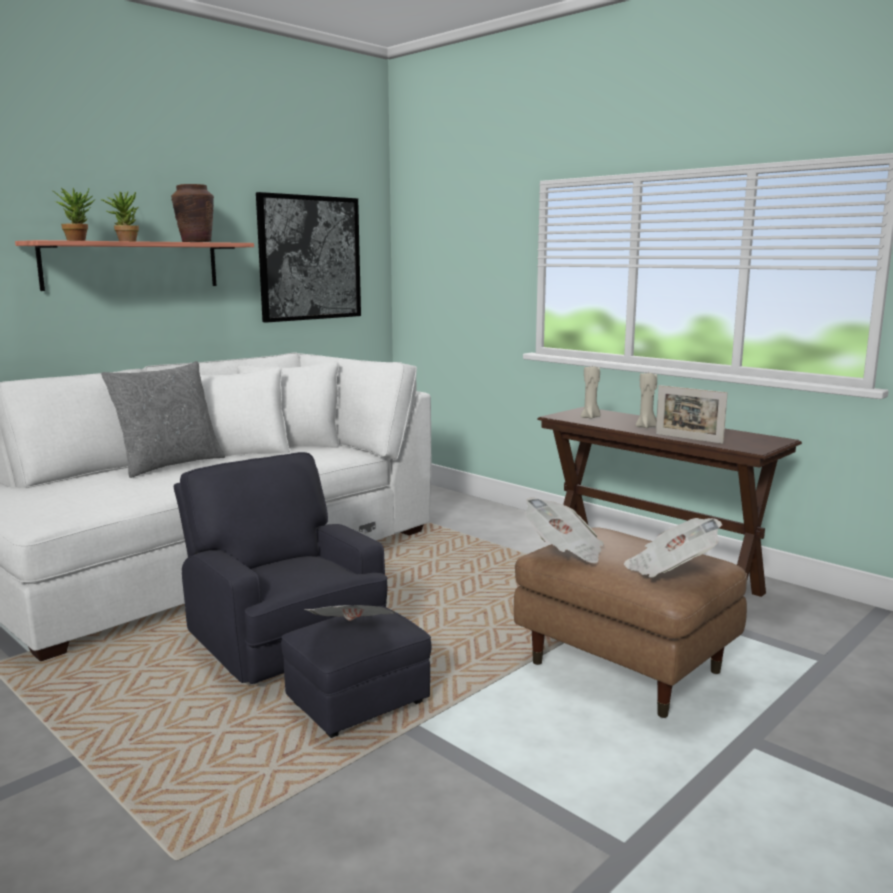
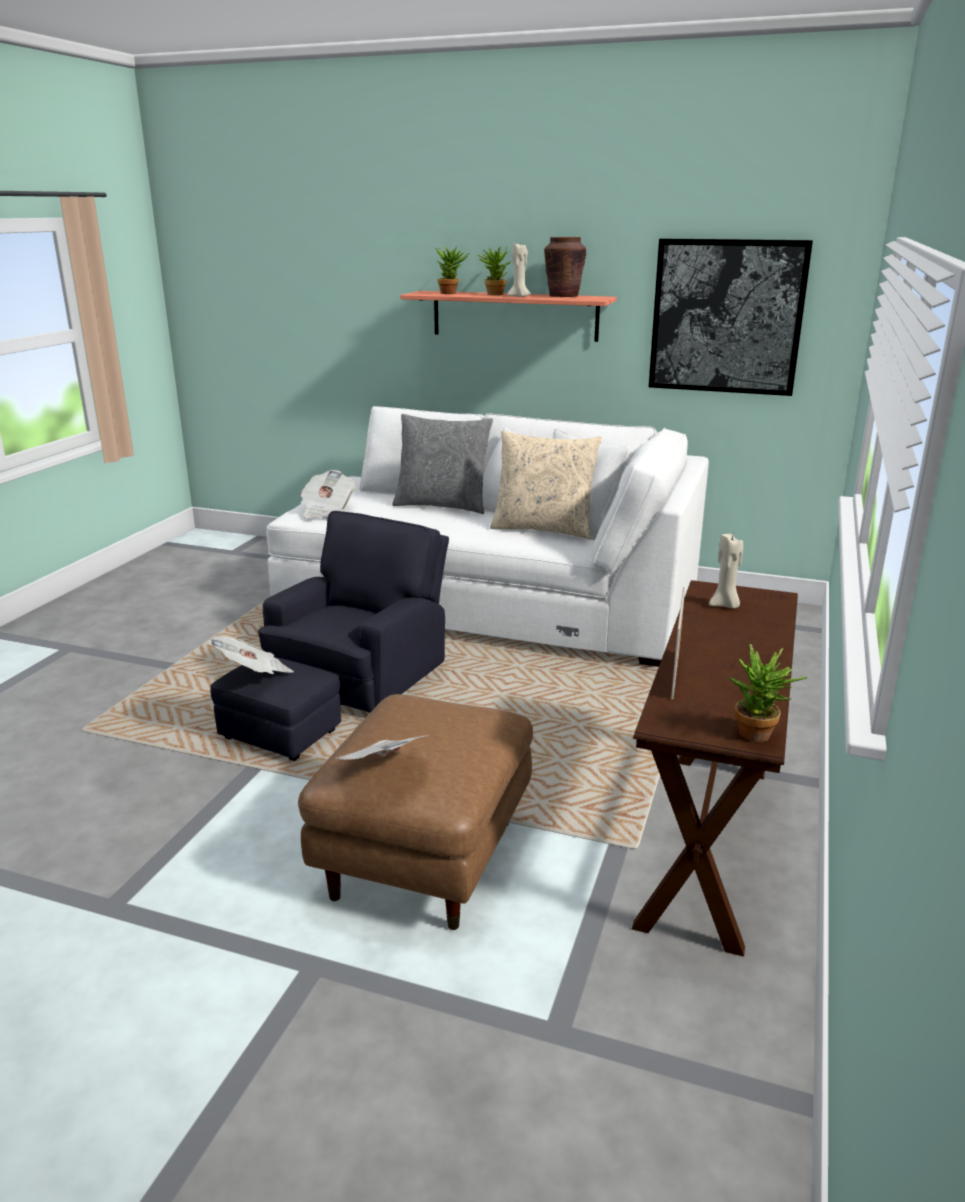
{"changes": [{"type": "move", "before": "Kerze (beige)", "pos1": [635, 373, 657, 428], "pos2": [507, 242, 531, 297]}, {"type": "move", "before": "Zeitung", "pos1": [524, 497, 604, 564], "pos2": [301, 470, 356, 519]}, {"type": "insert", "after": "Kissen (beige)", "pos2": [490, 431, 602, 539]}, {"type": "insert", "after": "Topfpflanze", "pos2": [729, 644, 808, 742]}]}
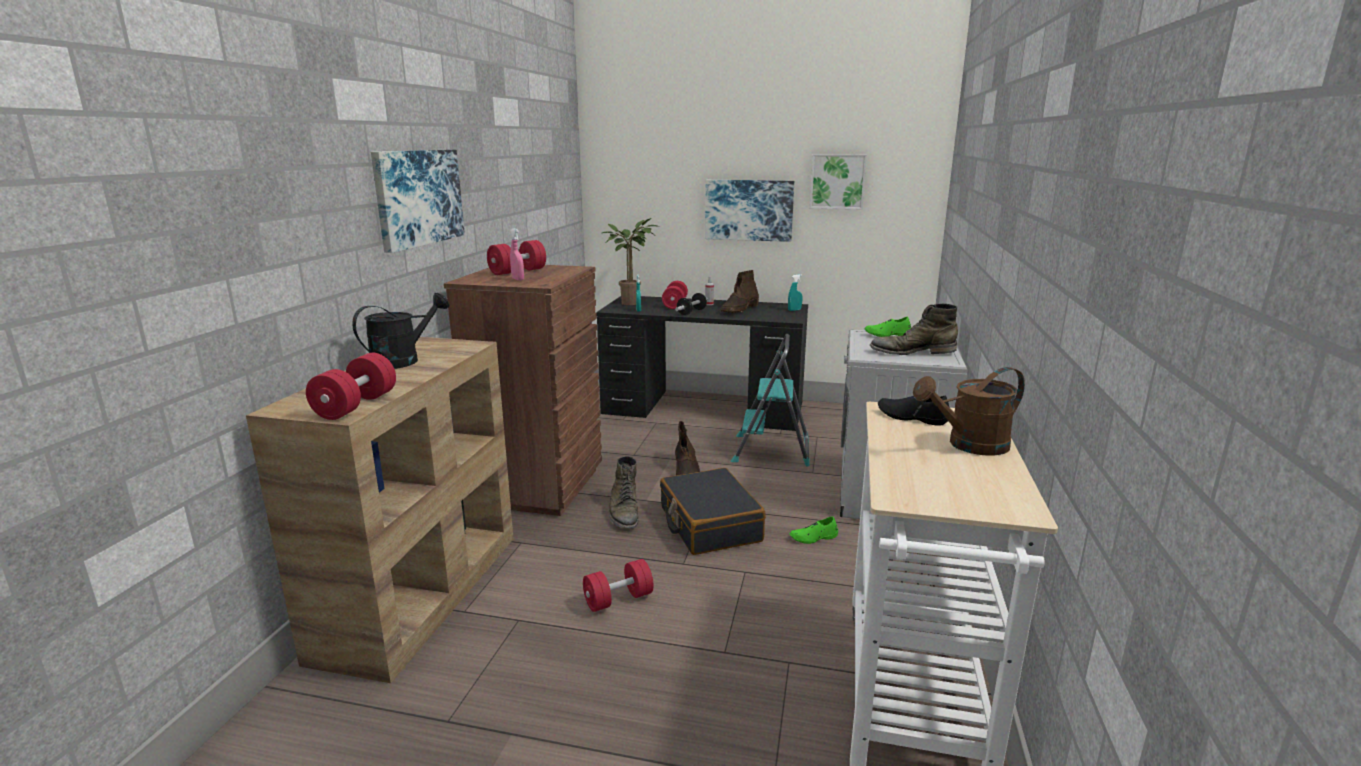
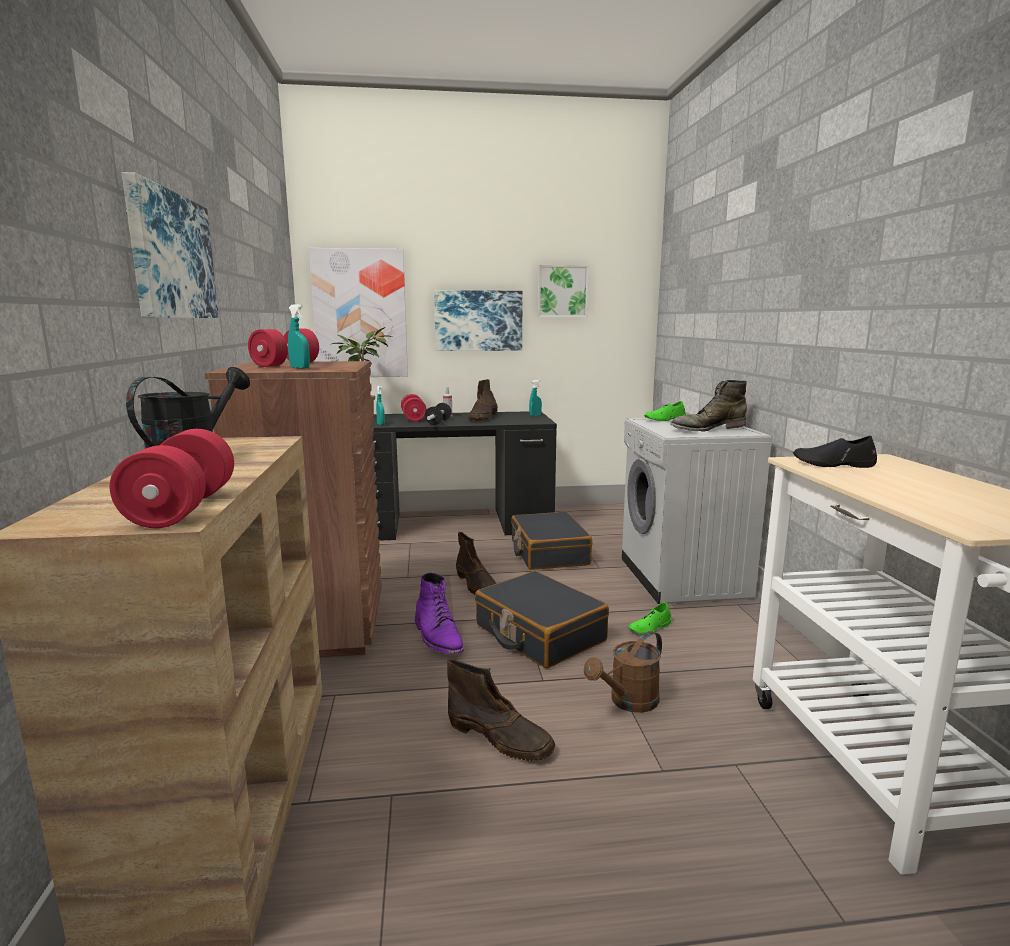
{"changes": [{"type": "recolor", "before": "Sprühflasche (rosa)", "after": "Sprühflasche (türkis)", "pos1": [510, 228, 524, 281], "pos2": [288, 304, 310, 369]}, {"type": "replace", "before": "Trittleiter (türkis)", "after": "Koffer (schwarz)", "pos1": [731, 334, 810, 467], "pos2": [511, 512, 592, 570]}, {"type": "move", "before": "Gießkanne (braun)", "pos1": [913, 367, 1025, 456], "pos2": [584, 631, 662, 713]}, {"type": "recolor", "before": "Stiefel (grün)", "after": "Stiefel (lila)", "pos1": [609, 456, 638, 528], "pos2": [415, 572, 464, 654]}, {"type": "replace", "before": "Hantel (rot)", "after": "Stiefel (braun)", "pos1": [583, 559, 654, 612], "pos2": [447, 659, 555, 761]}, {"type": "insert", "after": "Bild", "pos2": [309, 248, 408, 377]}]}
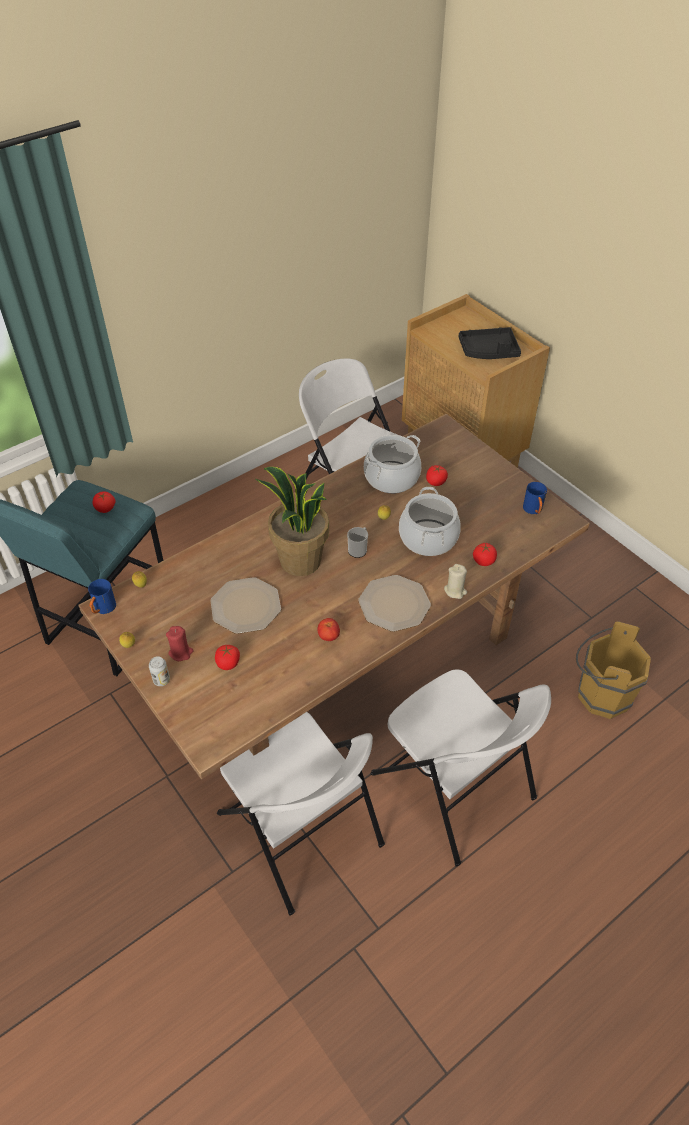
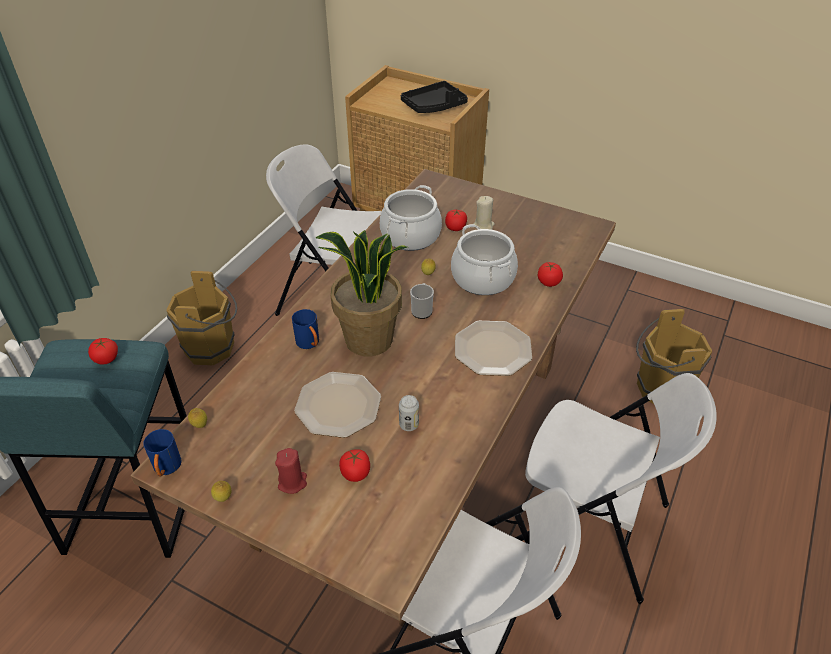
{"changes": [{"type": "move", "before": "Henkelbecher (blau)", "pos1": [523, 482, 547, 514], "pos2": [292, 309, 319, 349]}, {"type": "move", "before": "Kerze (beige)", "pos1": [444, 564, 467, 599], "pos2": [474, 196, 495, 230]}, {"type": "delete", "before": "Tomate", "pos1": [317, 618, 340, 641]}, {"type": "move", "before": "Dose", "pos1": [149, 656, 170, 686], "pos2": [399, 395, 419, 431]}, {"type": "insert", "after": "Eimer (braun)", "pos2": [167, 271, 237, 365]}]}
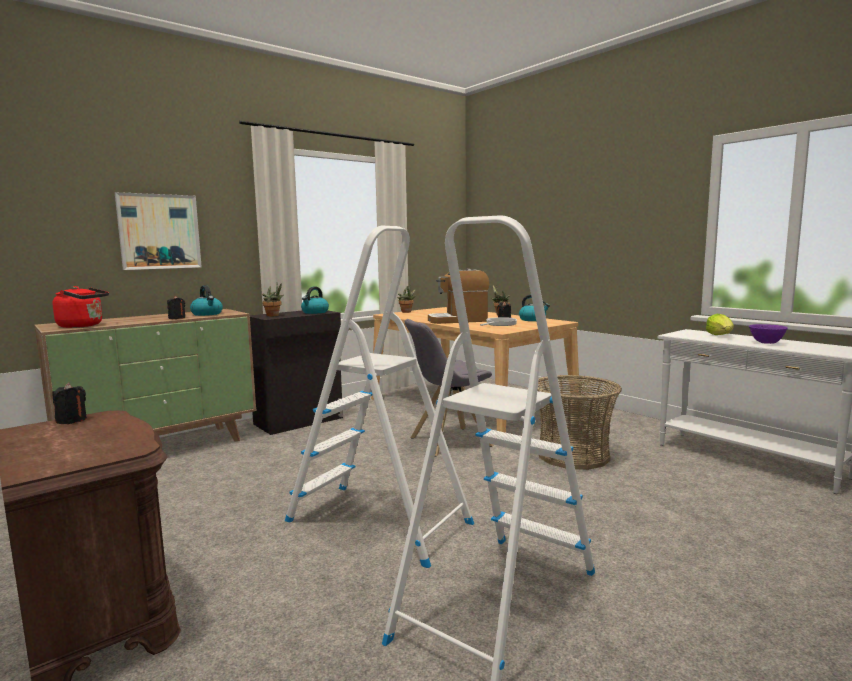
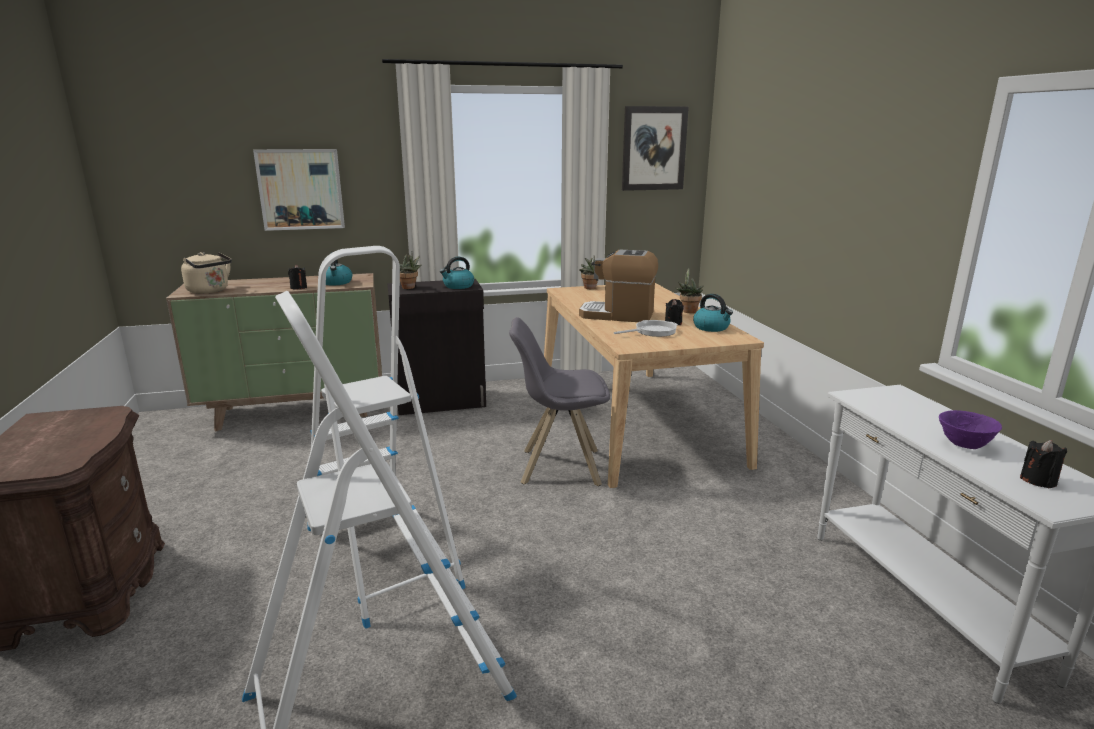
{"changes": [{"type": "recolor", "before": "Wasserkessel (rot)", "after": "Wasserkessel (beige)", "pos1": [52, 286, 109, 328], "pos2": [181, 252, 232, 294]}, {"type": "delete", "before": "Salatkopf", "pos1": [706, 314, 734, 335]}, {"type": "delete", "before": "Korb", "pos1": [537, 375, 622, 470]}, {"type": "move", "before": "Kerze (schwarz)", "pos1": [52, 383, 87, 424], "pos2": [1020, 440, 1067, 488]}, {"type": "insert", "after": "Bild", "pos2": [622, 106, 689, 191]}]}
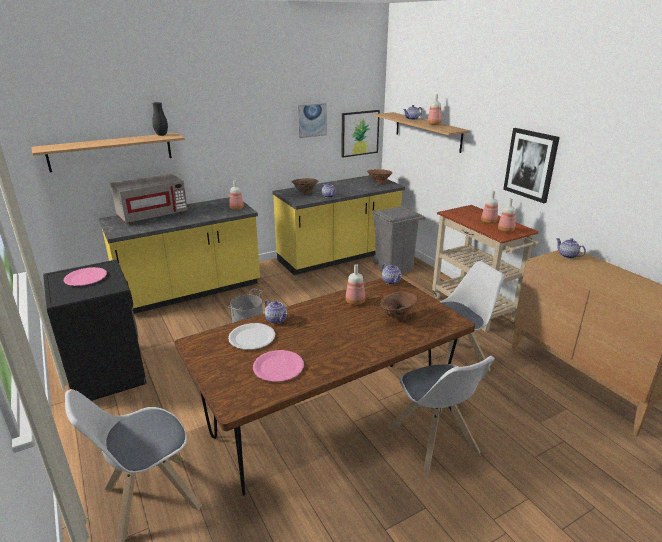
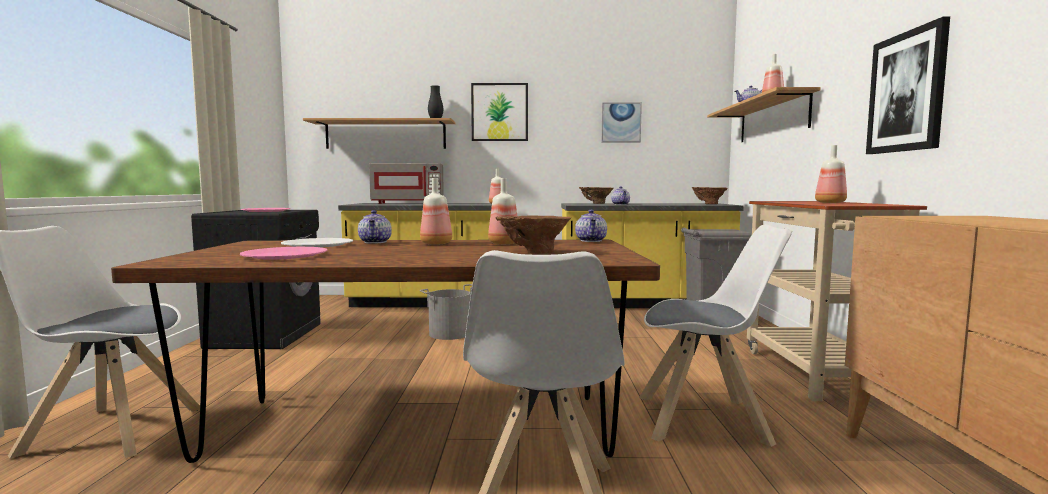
{"changes": [{"type": "move", "before": "Bild", "pos1": [341, 110, 380, 157], "pos2": [471, 83, 528, 141]}, {"type": "move", "before": "Flasche", "pos1": [498, 198, 516, 232], "pos2": [420, 178, 452, 245]}, {"type": "delete", "before": "Teekanne", "pos1": [556, 238, 586, 259]}]}
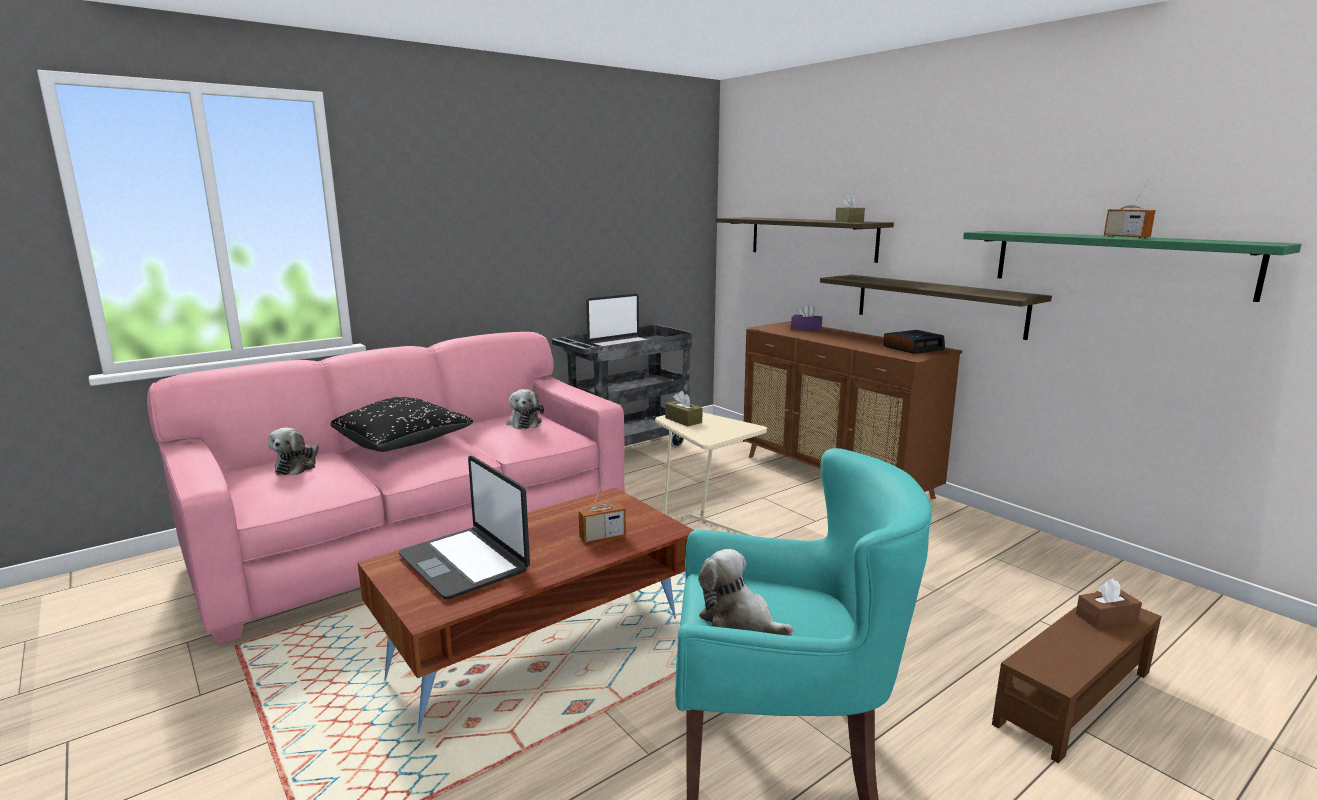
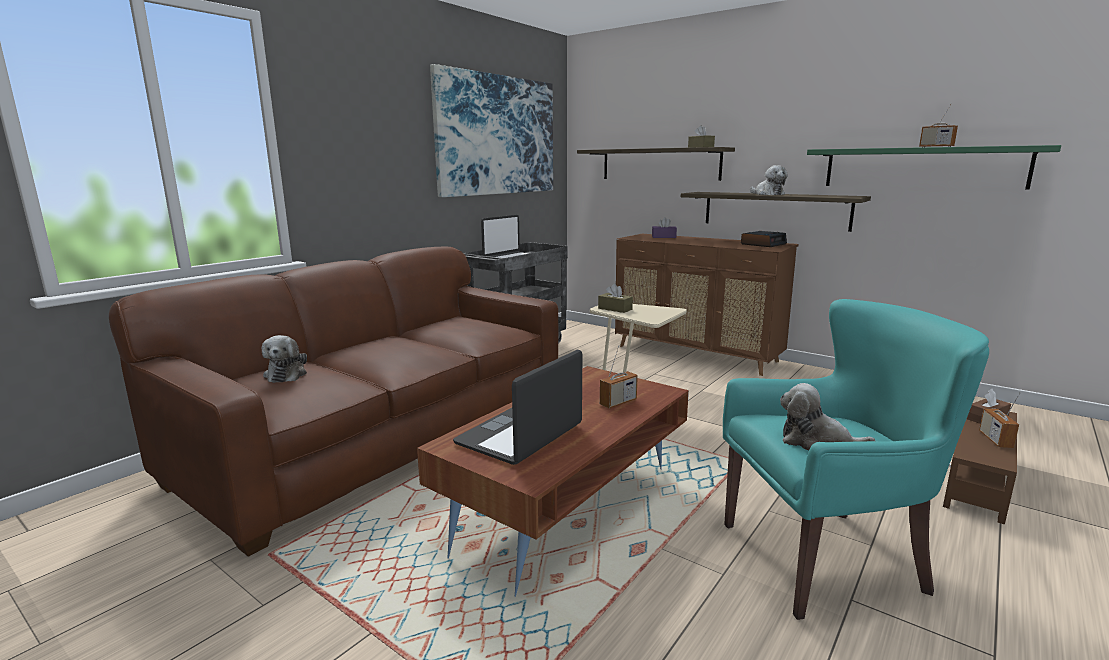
{"changes": [{"type": "recolor", "before": "Sofa (rosa)", "after": "Sofa (braun)", "pos1": [147, 332, 625, 645], "pos2": [109, 246, 558, 557]}, {"type": "move", "before": "Plüschtier", "pos1": [507, 389, 544, 429], "pos2": [750, 165, 788, 195]}, {"type": "delete", "before": "Kissen (schwarz)", "pos1": [331, 397, 473, 452]}, {"type": "rotate", "before": "Laptop", "pos1": [399, 456, 530, 599], "pos2": [453, 350, 582, 465], "turn": 90}, {"type": "insert", "after": "Bild", "pos2": [430, 64, 553, 197]}, {"type": "insert", "after": "Radio", "pos2": [979, 392, 1021, 448]}]}
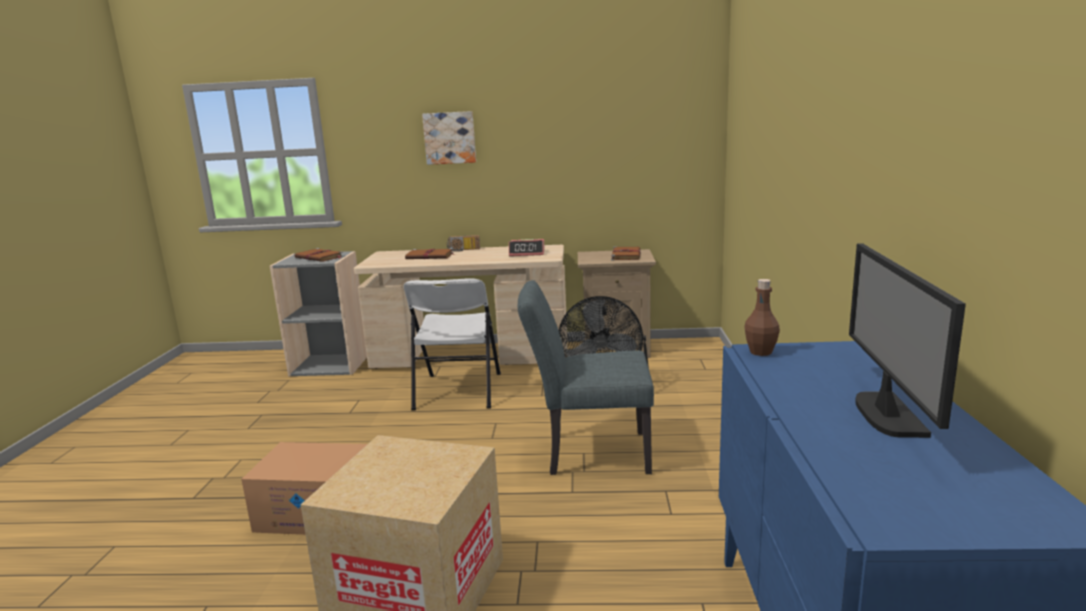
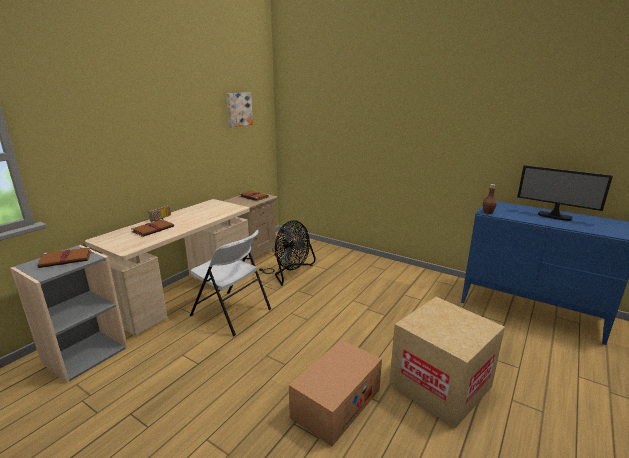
{"changes": [{"type": "move", "before": "Bild", "pos1": [422, 111, 476, 165], "pos2": [226, 93, 253, 127]}, {"type": "delete", "before": "Wecker", "pos1": [509, 239, 545, 256]}, {"type": "delete", "before": "Stuhl (grau)", "pos1": [518, 280, 654, 475]}]}
